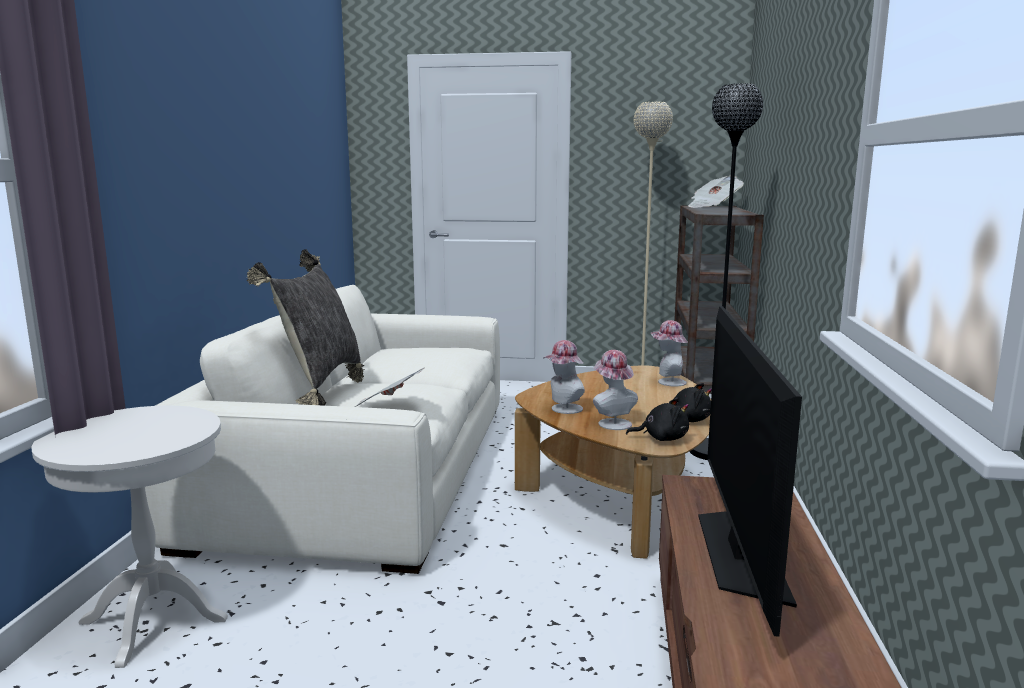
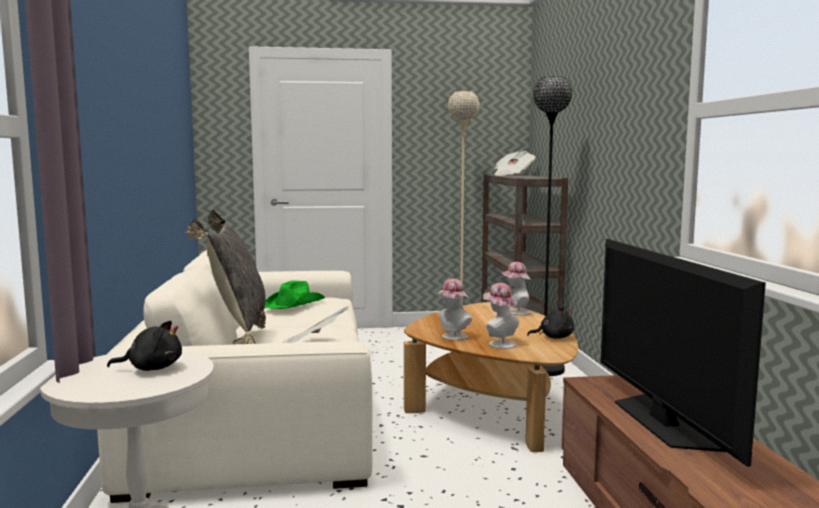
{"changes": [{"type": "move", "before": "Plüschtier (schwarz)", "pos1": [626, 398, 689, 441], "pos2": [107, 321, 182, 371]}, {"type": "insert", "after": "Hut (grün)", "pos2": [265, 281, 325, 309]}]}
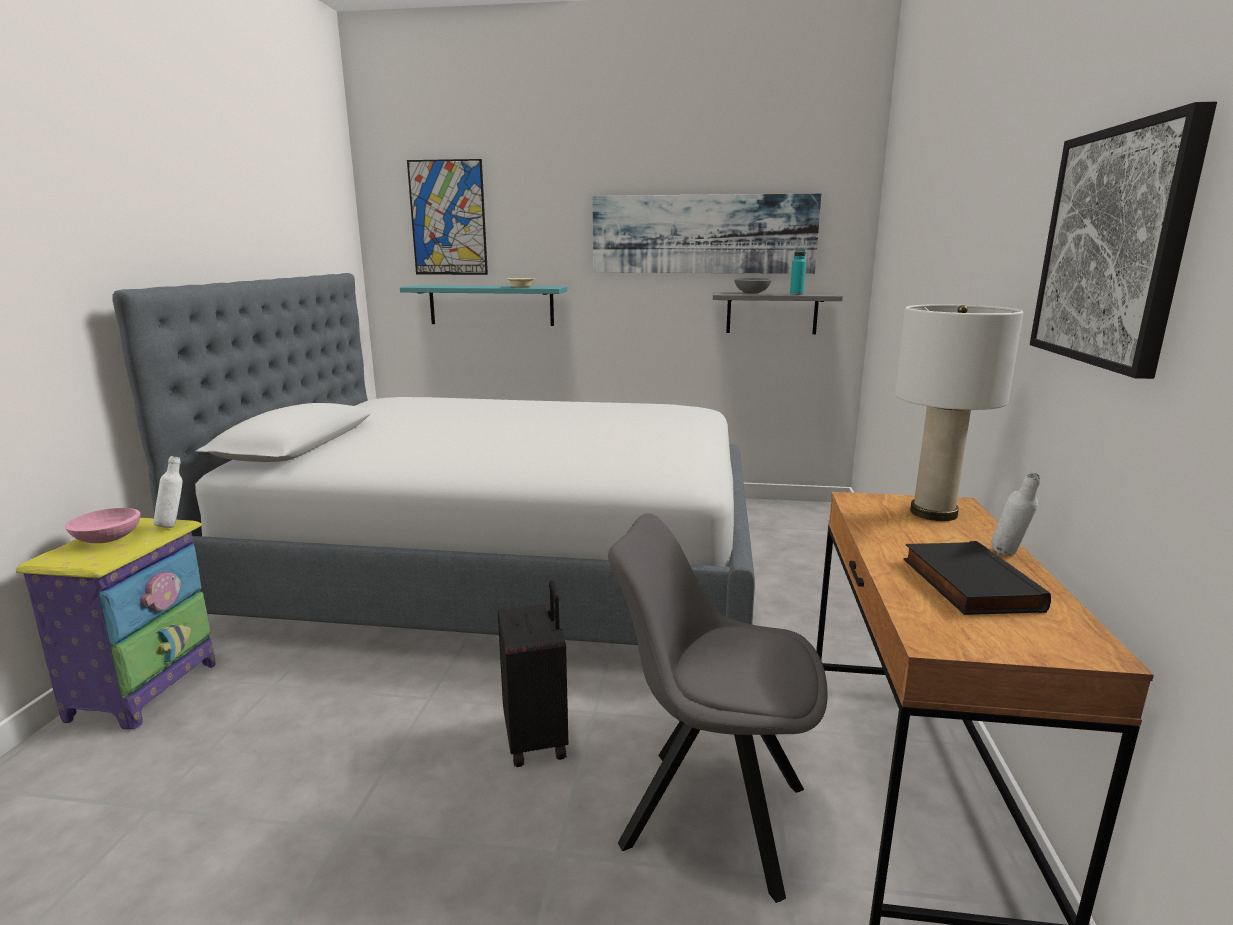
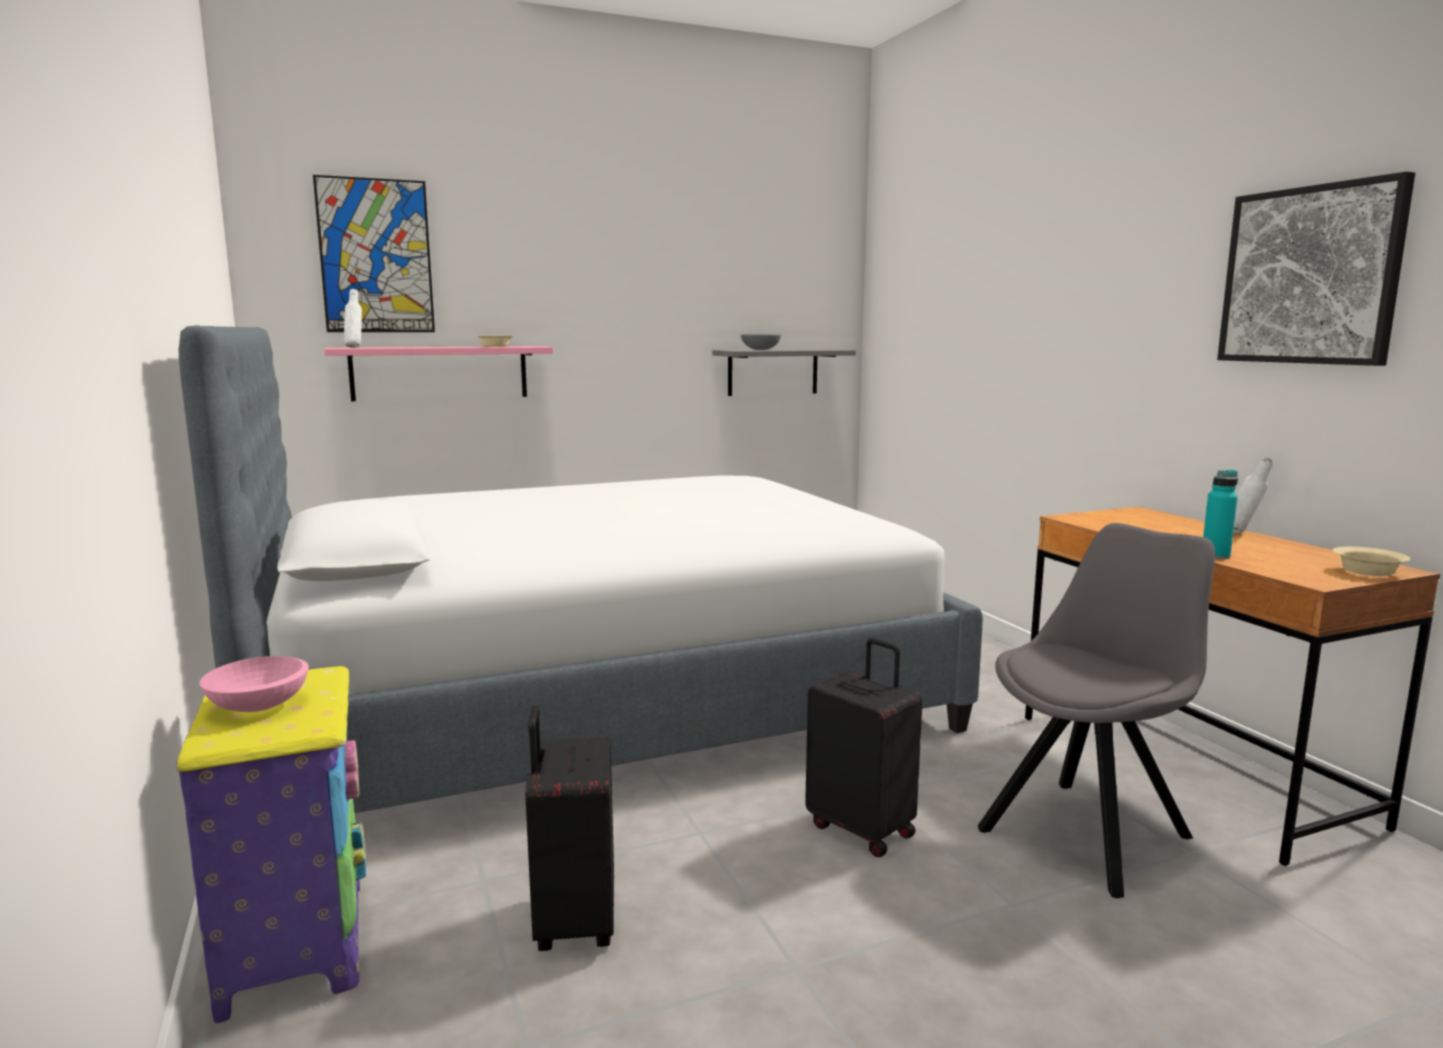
{"changes": [{"type": "delete", "before": "Bild", "pos1": [592, 194, 821, 274]}, {"type": "move", "before": "Flasche (türkis)", "pos1": [790, 248, 806, 295], "pos2": [1203, 470, 1238, 559]}, {"type": "recolor", "before": "Wandregal (türkis)", "after": "Wandregal (rosa)", "pos1": [400, 285, 567, 326], "pos2": [324, 346, 554, 401]}, {"type": "delete", "before": "Tischlampe (weiß)", "pos1": [895, 304, 1023, 521]}, {"type": "move", "before": "Flasche (weiß)", "pos1": [153, 456, 183, 528], "pos2": [344, 289, 362, 348]}, {"type": "rotate", "before": "Stuhl (grau)", "pos1": [608, 513, 828, 903], "pos2": [978, 523, 1215, 898], "turn": 150}, {"type": "delete", "before": "Buch (schwarz)", "pos1": [903, 541, 1051, 615]}, {"type": "insert", "after": "Schüssel (beige)", "pos2": [1333, 547, 1410, 576]}, {"type": "insert", "after": "Koffer (schwarz)", "pos2": [525, 705, 614, 951]}]}
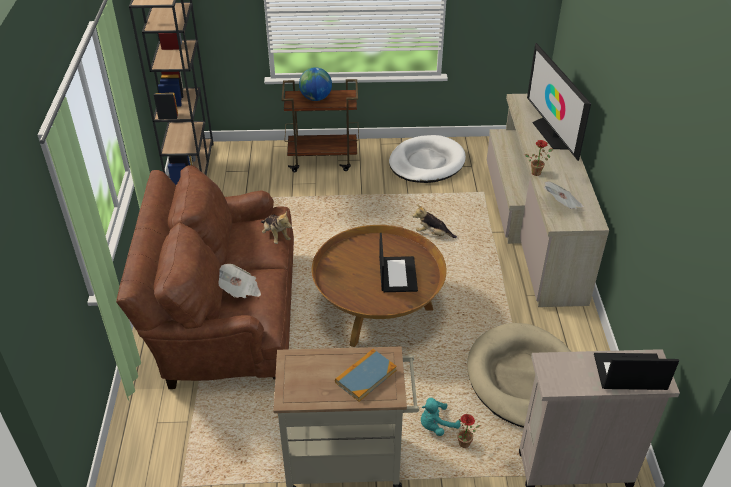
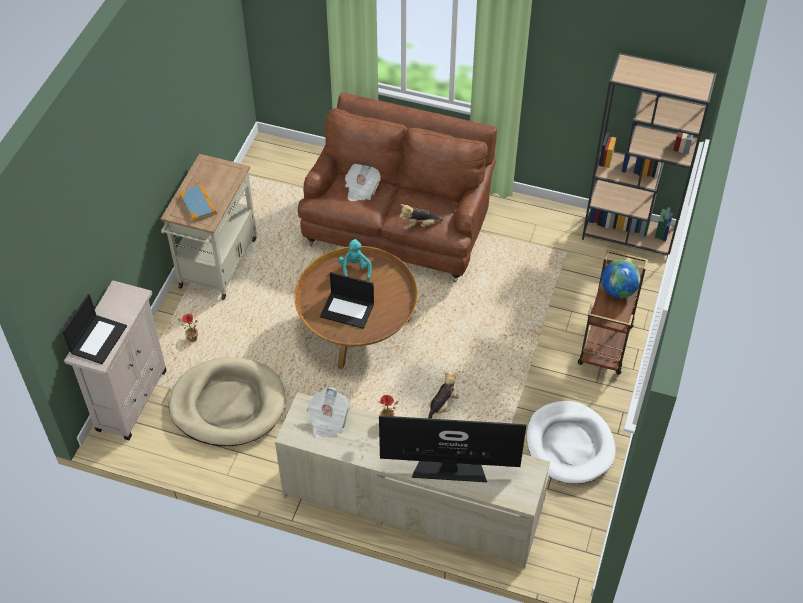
{"changes": [{"type": "move", "before": "Plüschtier (türkis)", "pos1": [421, 398, 461, 436], "pos2": [338, 239, 372, 281]}]}
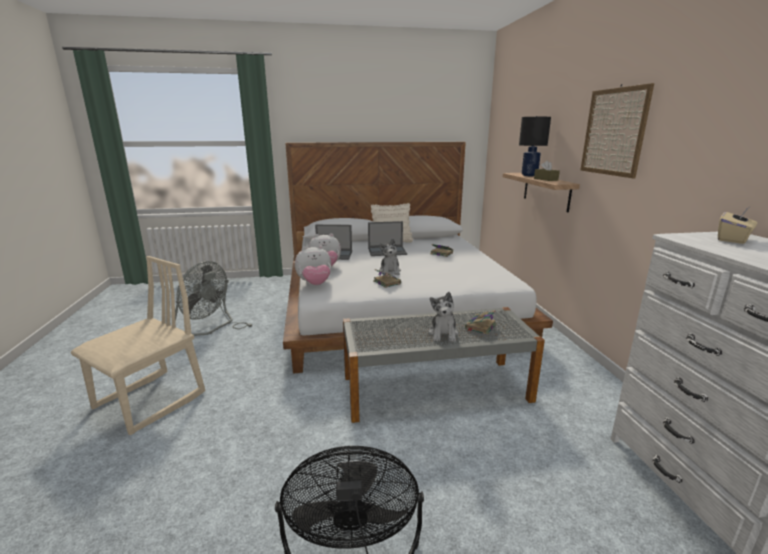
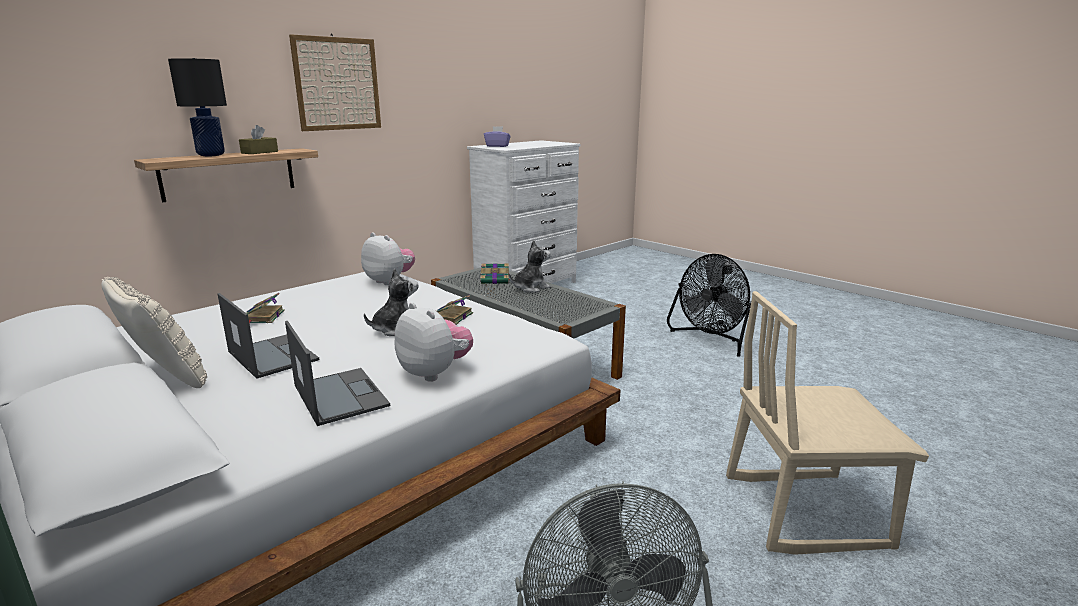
{"changes": [{"type": "recolor", "before": "Taschentuchbox (beige)", "after": "Taschentuchbox (lila)", "pos1": [718, 207, 757, 244], "pos2": [484, 126, 511, 147]}, {"type": "move", "before": "Plüschtier", "pos1": [295, 245, 331, 285], "pos2": [361, 232, 415, 285]}]}
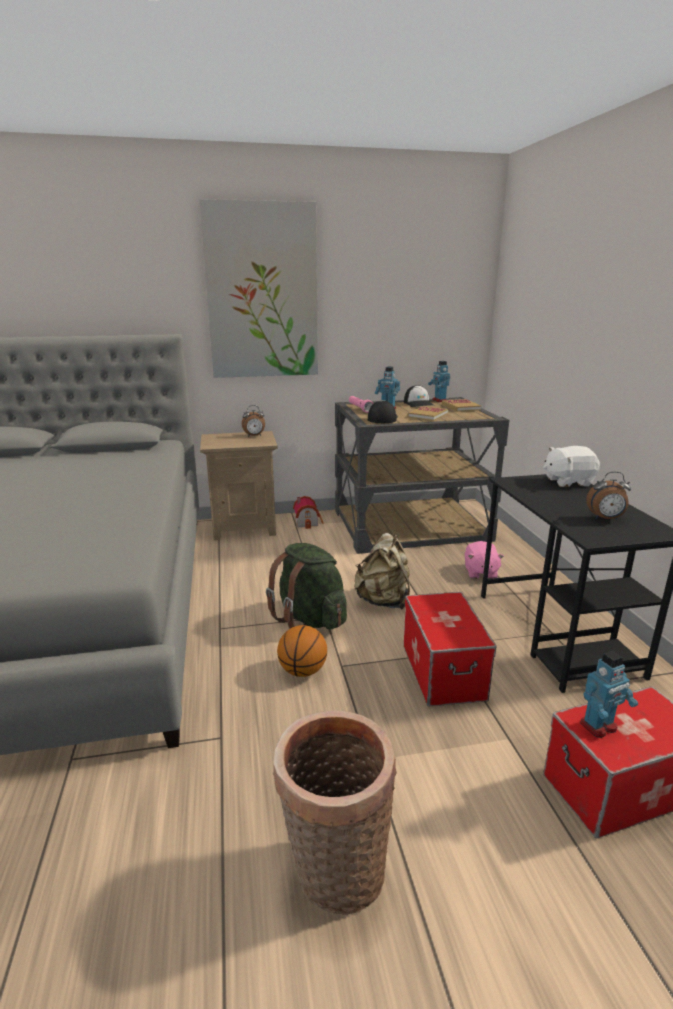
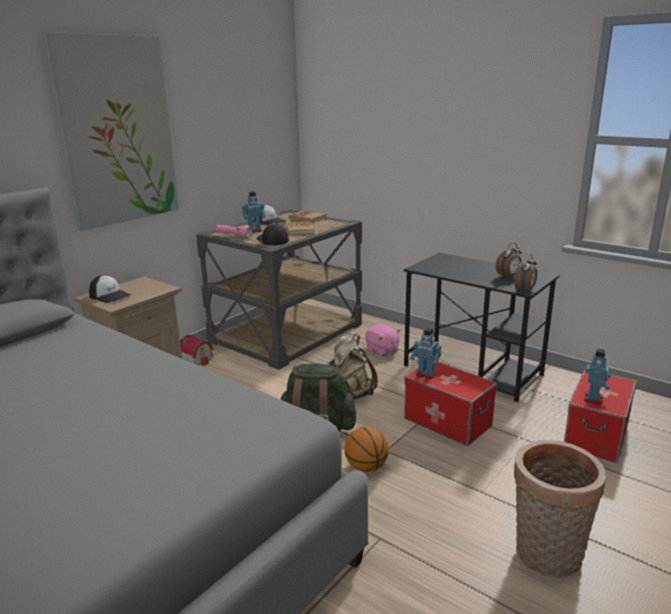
{"changes": [{"type": "move", "before": "Spielzeugroboter", "pos1": [428, 361, 450, 402], "pos2": [410, 328, 441, 379]}, {"type": "move", "before": "Wecker", "pos1": [242, 405, 265, 437], "pos2": [514, 254, 537, 293]}, {"type": "delete", "before": "Plüschtier (weiß)", "pos1": [543, 446, 600, 487]}, {"type": "insert", "after": "Kappe", "pos2": [89, 275, 131, 303]}]}
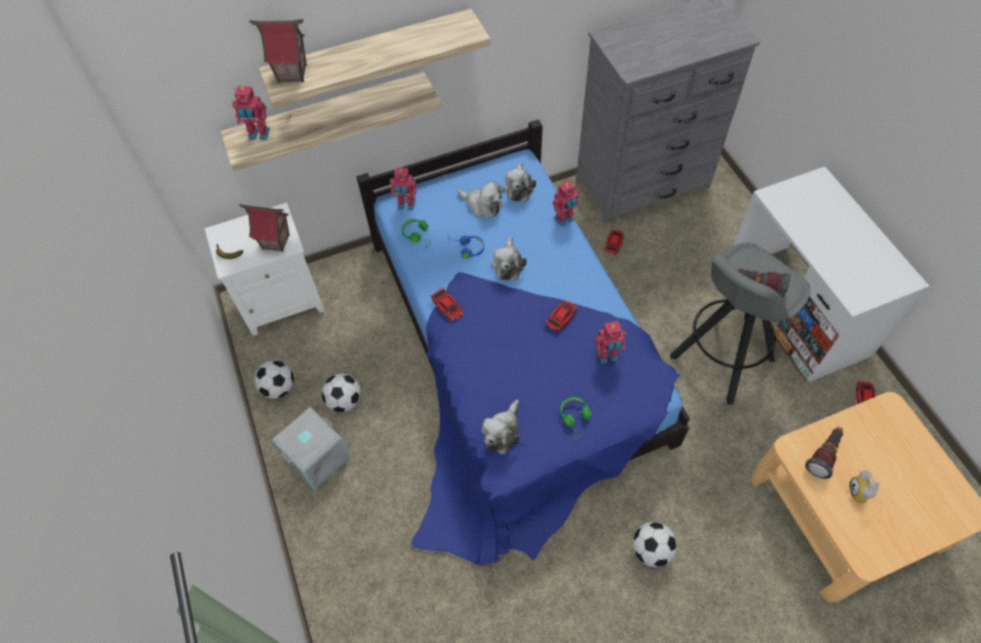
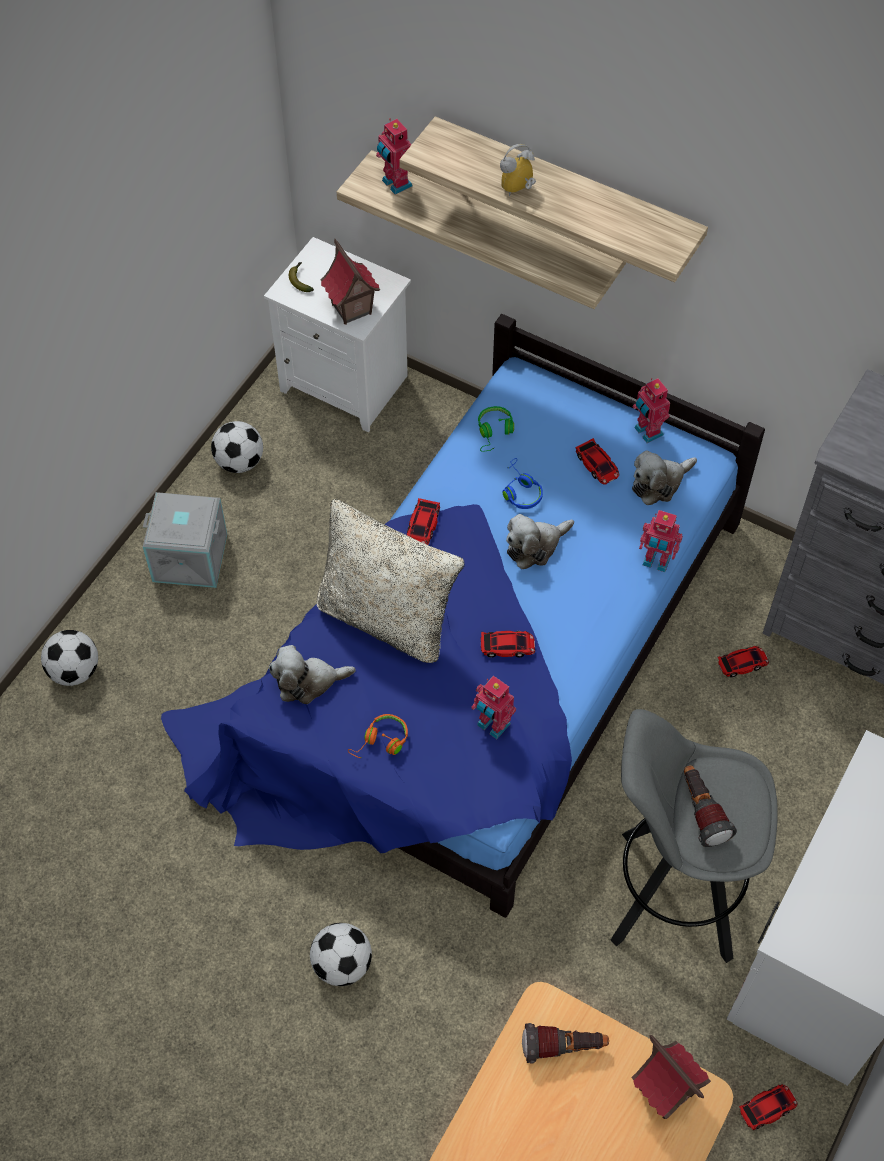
{"changes": [{"type": "move", "before": "Spielzeughaus", "pos1": [249, 19, 307, 83], "pos2": [631, 1035, 711, 1119]}, {"type": "move", "before": "Spielzeugroboter", "pos1": [390, 167, 417, 210], "pos2": [633, 378, 670, 443]}, {"type": "replace", "before": "Plüschtier", "after": "Spielzeugauto", "pos1": [458, 181, 503, 218], "pos2": [575, 438, 620, 485]}, {"type": "move", "before": "Fußball", "pos1": [322, 374, 361, 412], "pos2": [41, 630, 98, 686]}, {"type": "recolor", "before": "Kopfhörer (grün)", "after": "Kopfhörer (orange)", "pos1": [560, 397, 591, 440], "pos2": [348, 714, 408, 758]}, {"type": "move", "before": "Wecker", "pos1": [849, 470, 880, 503], "pos2": [500, 144, 536, 197]}, {"type": "insert", "after": "Kissen (beige)", "pos2": [316, 499, 465, 663]}]}
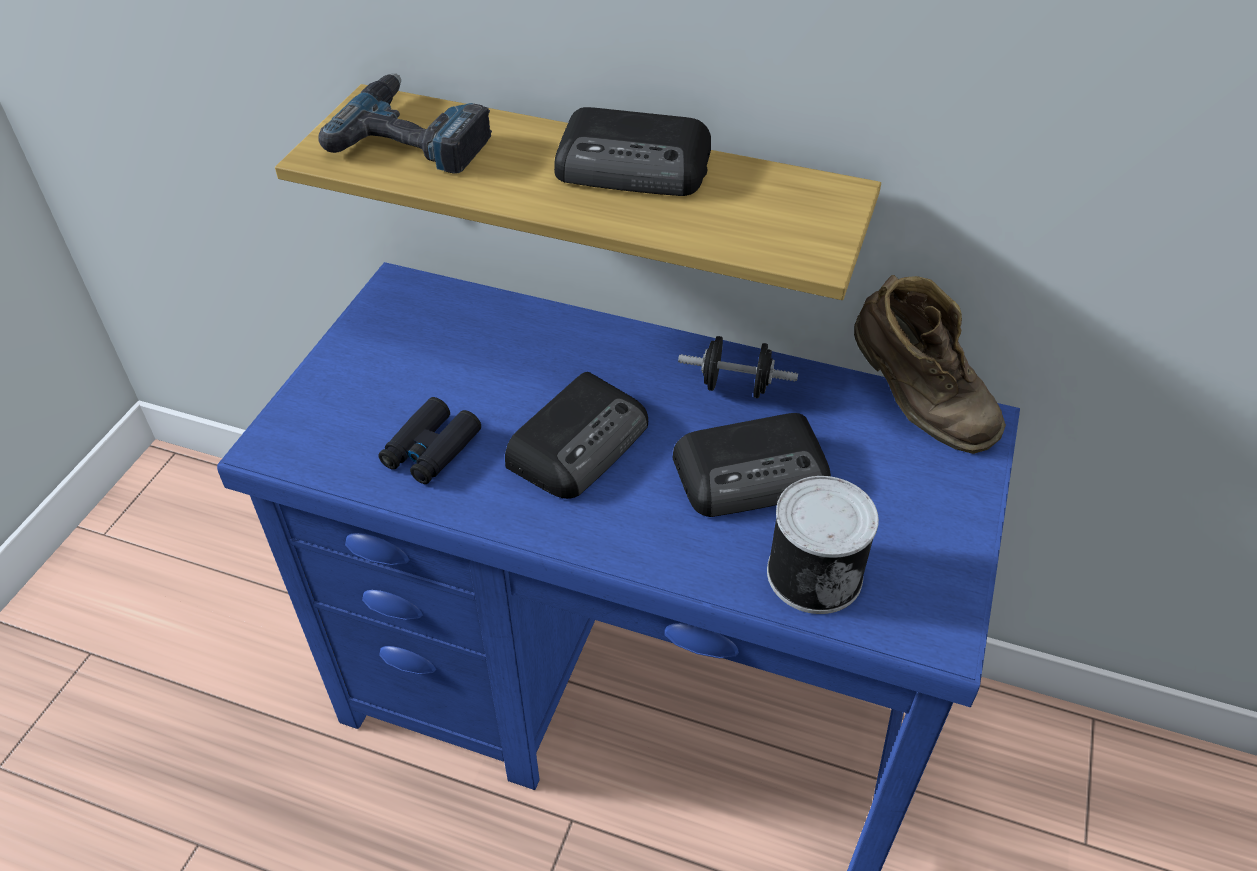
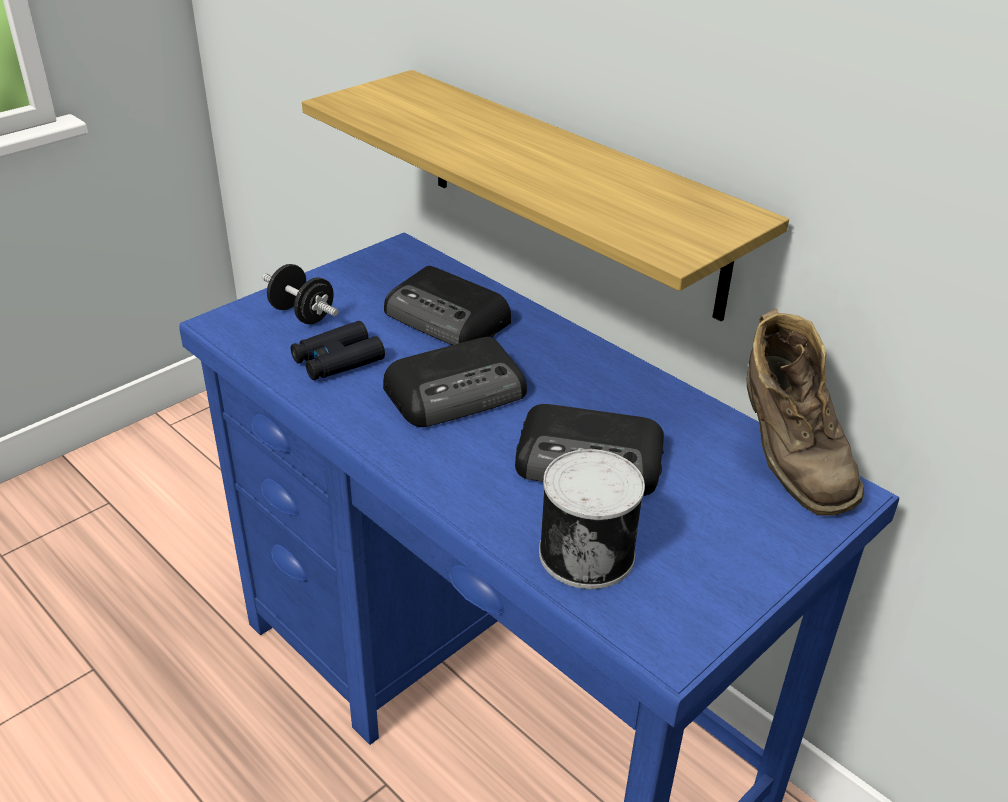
{"changes": [{"type": "delete", "before": "Bohrmaschine", "pos1": [318, 73, 492, 174]}, {"type": "move", "before": "Radio", "pos1": [554, 107, 711, 196], "pos2": [384, 266, 511, 345]}, {"type": "move", "before": "Hantel (schwarz)", "pos1": [678, 336, 798, 398], "pos2": [262, 264, 339, 324]}]}
